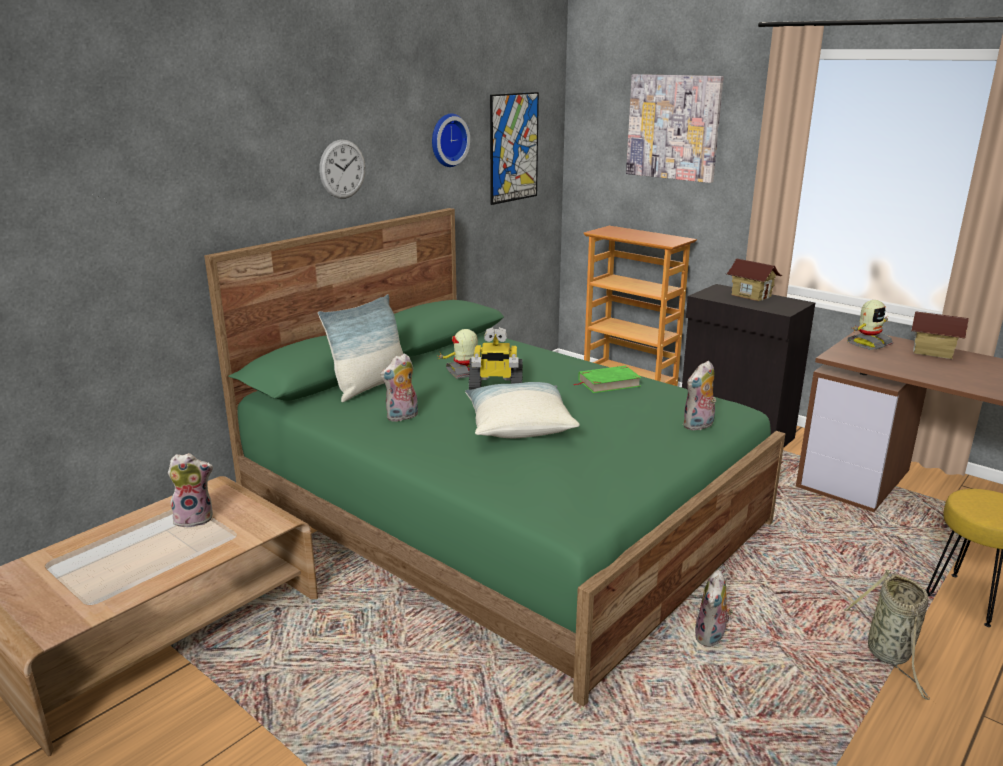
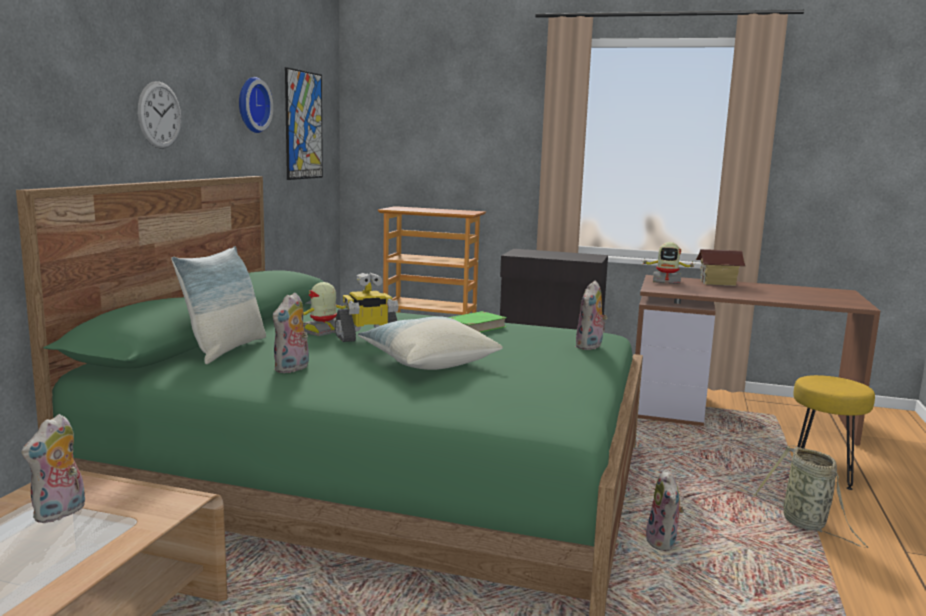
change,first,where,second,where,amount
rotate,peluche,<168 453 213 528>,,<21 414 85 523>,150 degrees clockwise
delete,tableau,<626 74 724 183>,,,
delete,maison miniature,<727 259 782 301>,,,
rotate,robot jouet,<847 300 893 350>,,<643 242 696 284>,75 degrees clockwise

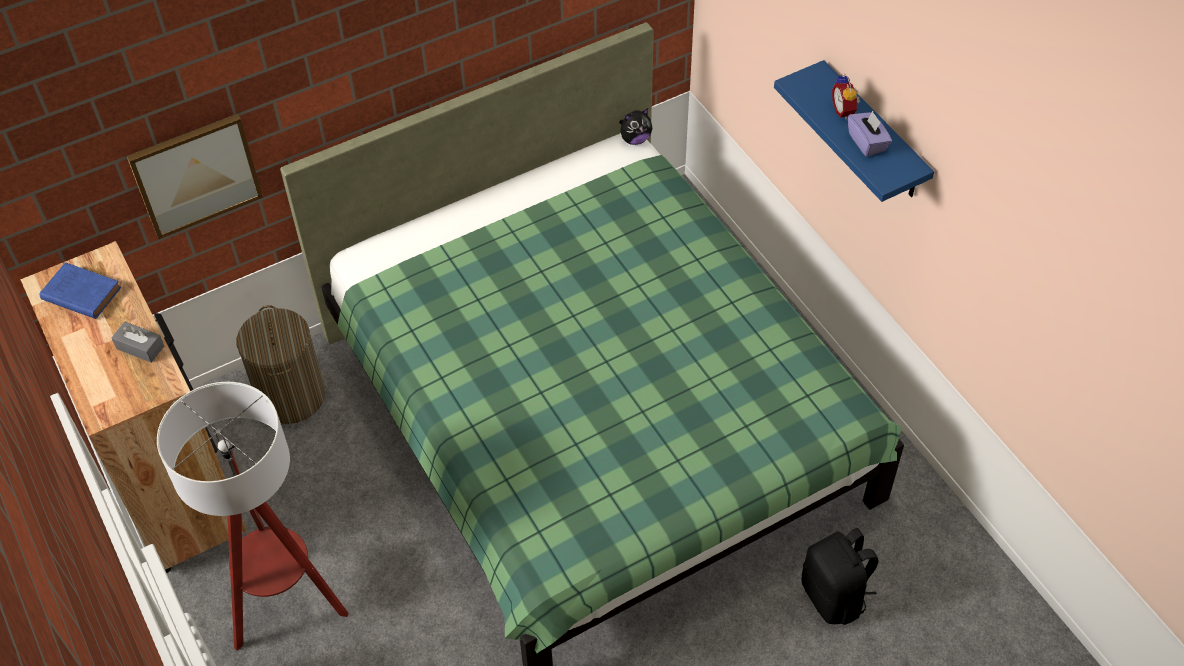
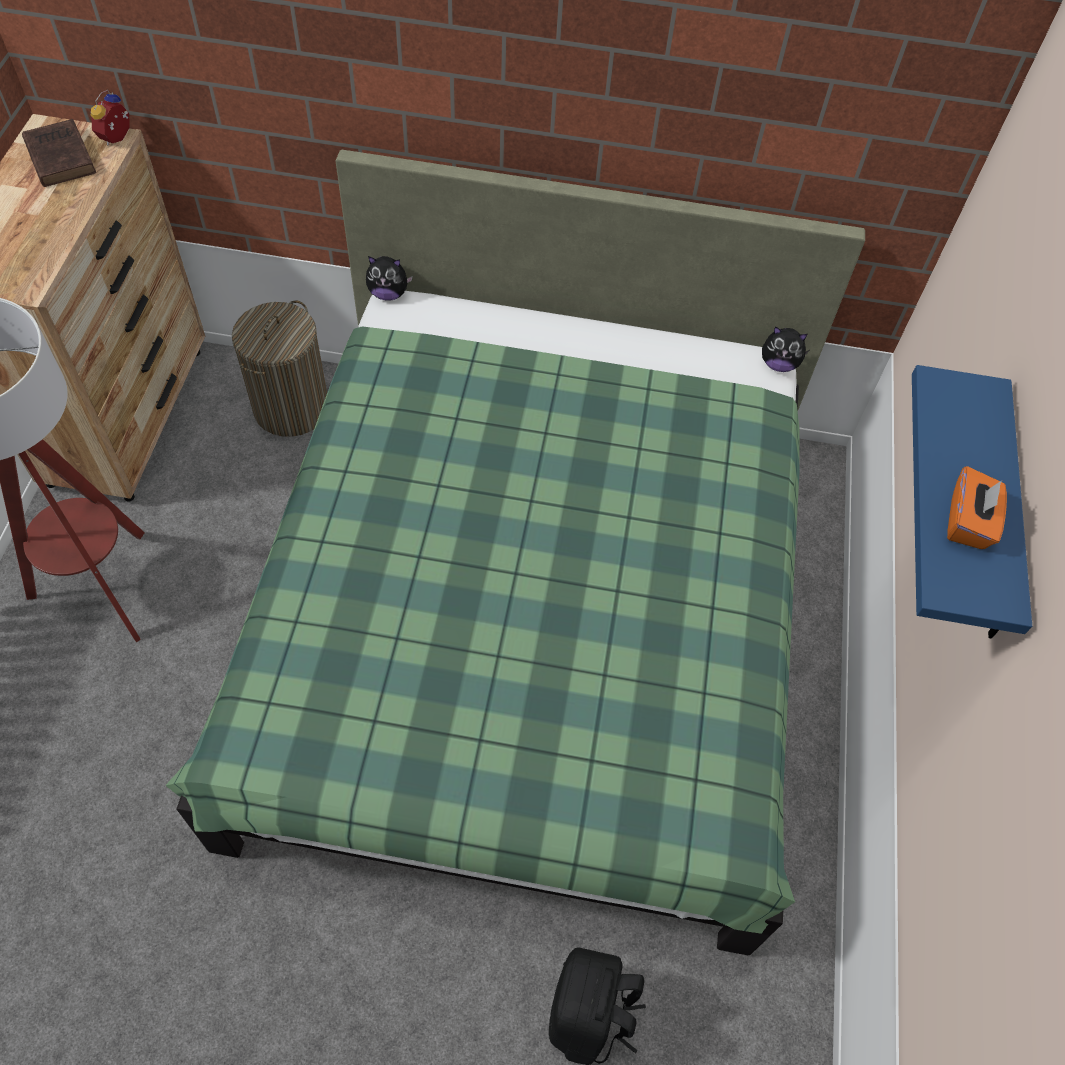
change,first,where,second,where,amount
recolor,livre (bleu),<40 262 121 319>,livre (marron),<22 119 96 187>,
delete,boîte à mouchoirs (gris),<112 322 164 363>,,,
delete,tableau,<127 114 263 239>,,,
move,réveil,<832 74 860 119>,,<91 90 130 145>,
recolor,boîte à mouchoirs (violet),<848 110 892 157>,boîte à mouchoirs (orange),<947 466 1007 549>,
insert,,,peluche,<366 256 413 301>,

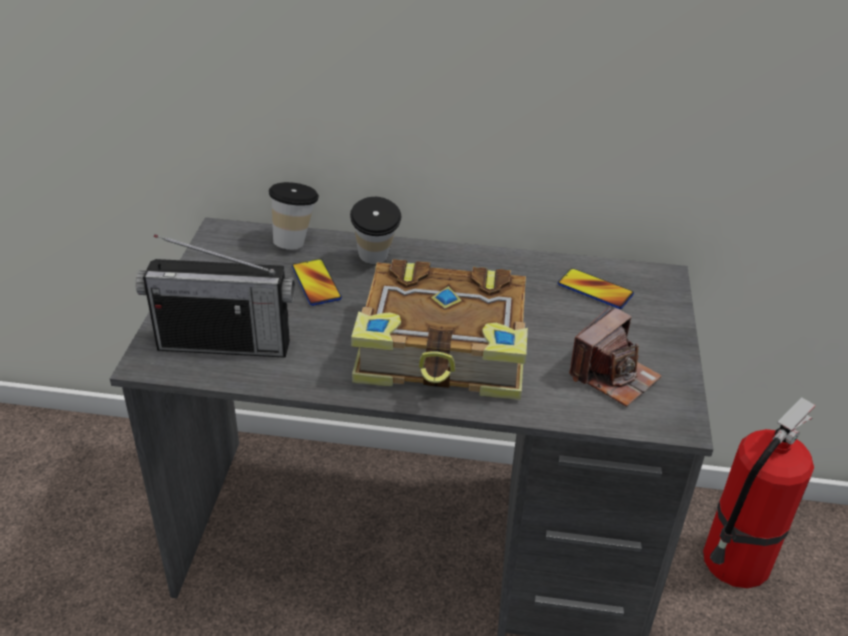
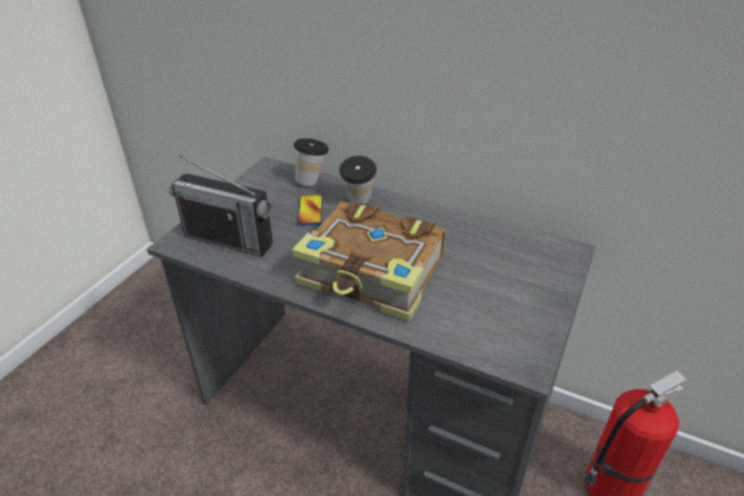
change,first,where,second,where,amount
delete,téléphone,<558 268 634 309>,,,
delete,appareil photo,<569 306 662 407>,,,

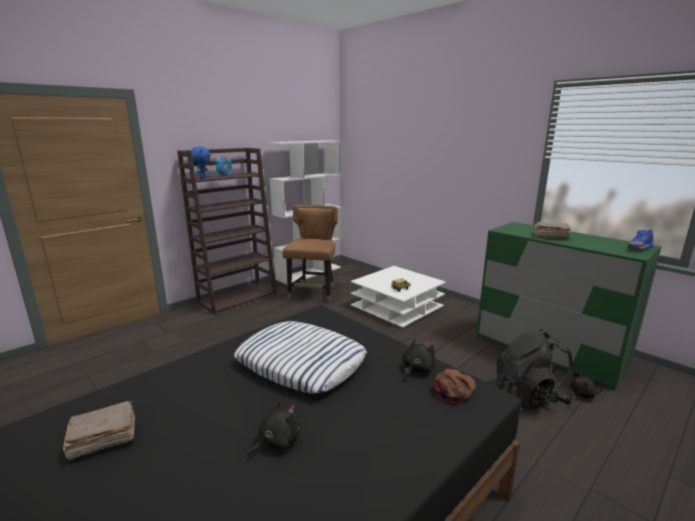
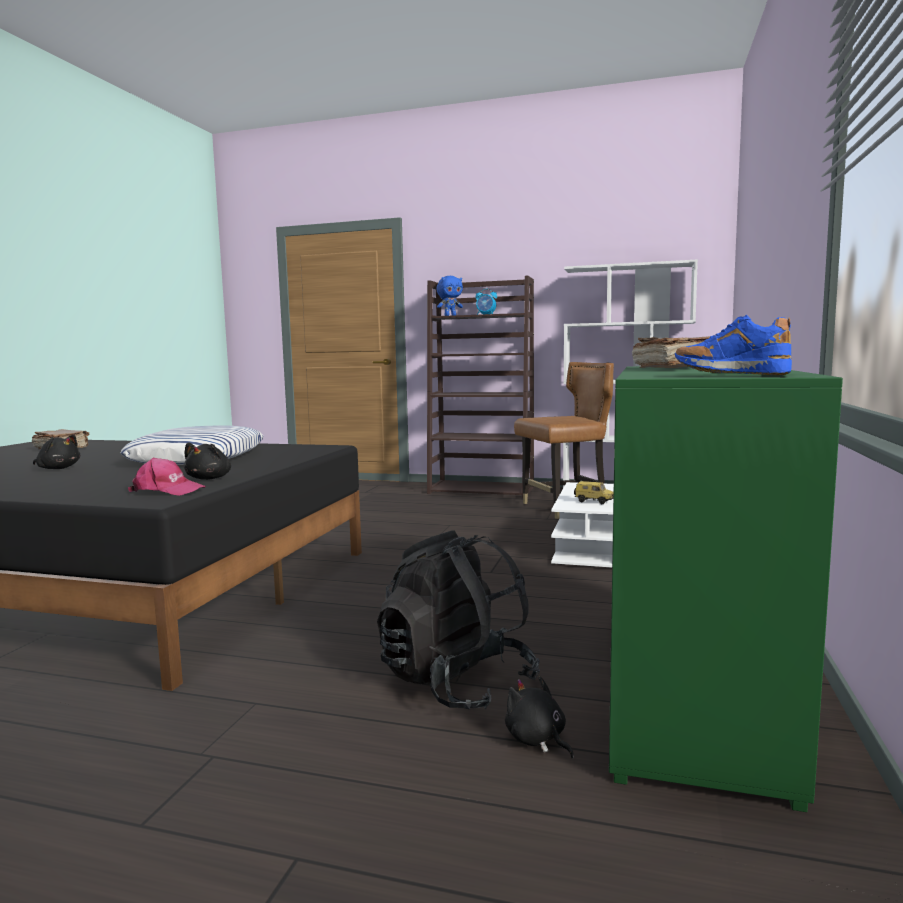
change,first,where,second,where,amount
rotate,peluche (noir),<402 338 435 379>,,<184 442 231 480>,90 degrees clockwise
recolor,casquette (marron),<434 369 476 405>,casquette (rose),<128 458 206 496>,

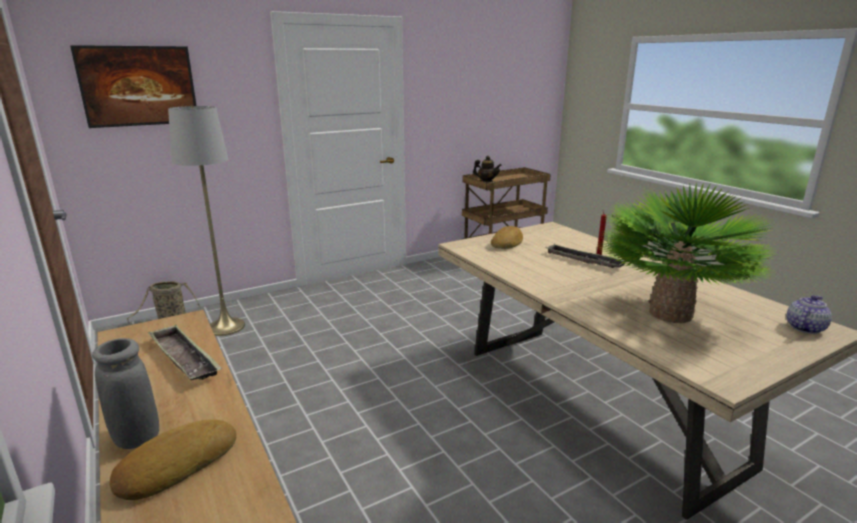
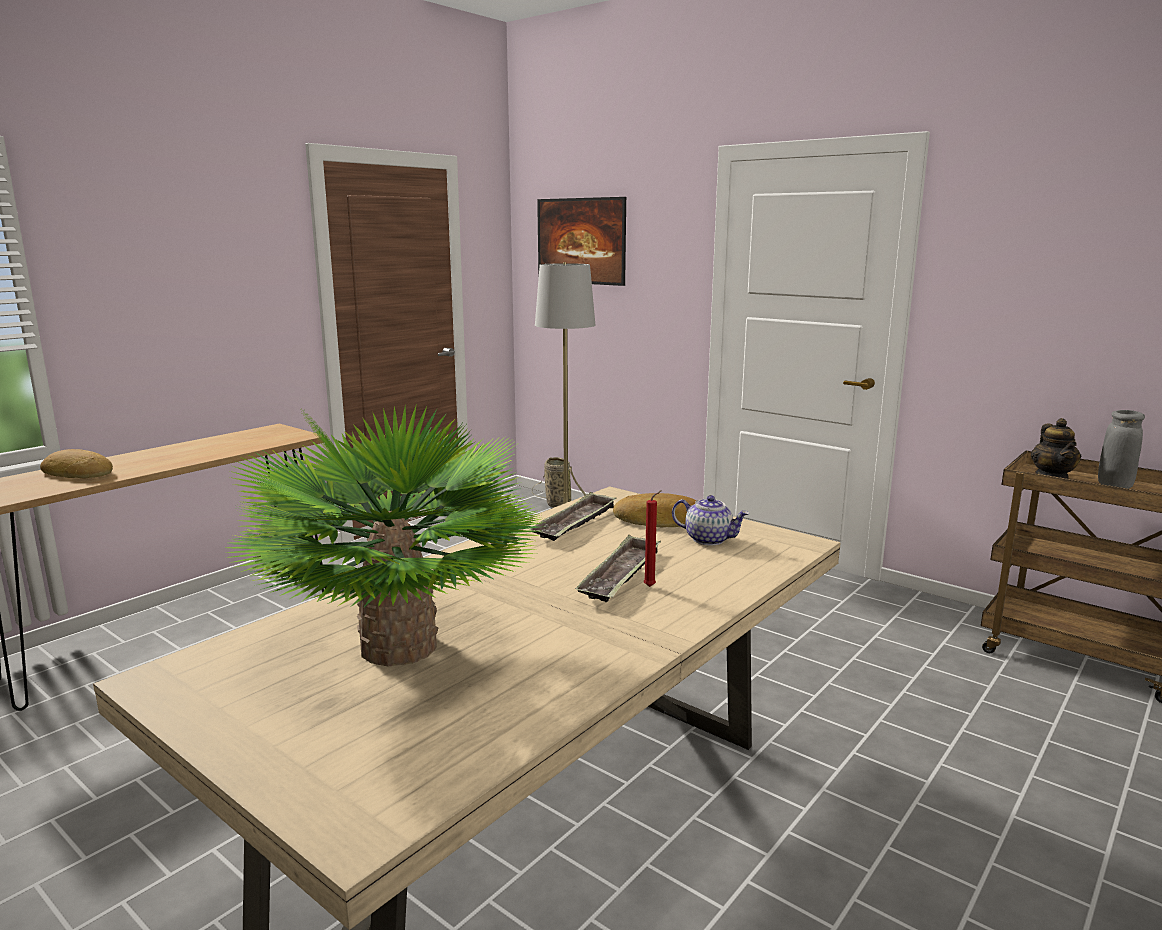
change,first,where,second,where,amount
move,vase (gris),<92 338 159 449>,,<1098 410 1145 489>,
move,plateau,<148 325 222 380>,,<530 492 617 541>,
move,théière,<787 295 832 334>,,<672 495 750 545>,

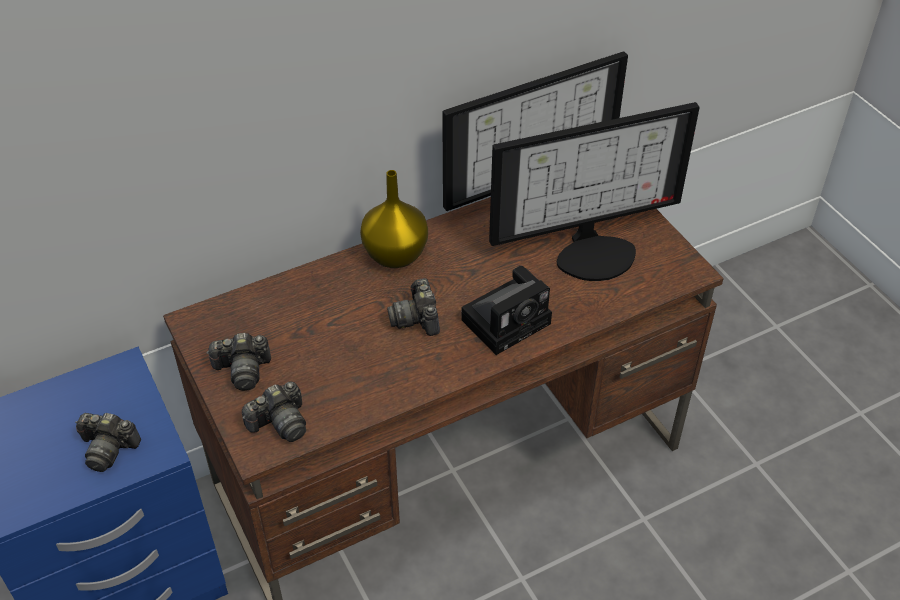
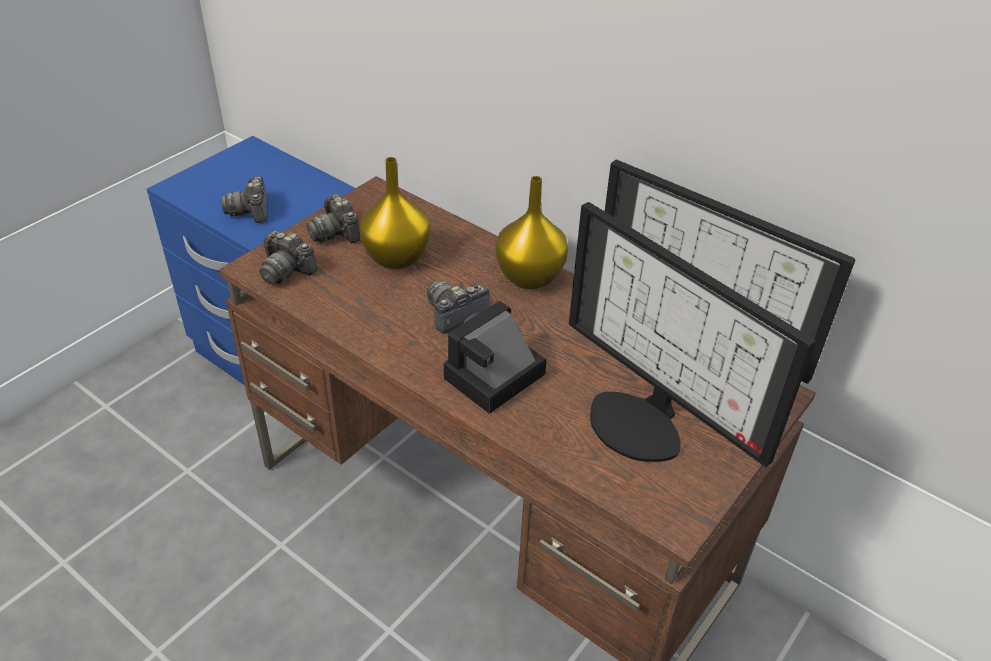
change,first,where,second,where,amount
rotate,appareil photo,<461 266 552 355>,,<444 301 547 414>,105 degrees clockwise
insert,,,vase (jaune),<359 157 430 269>,

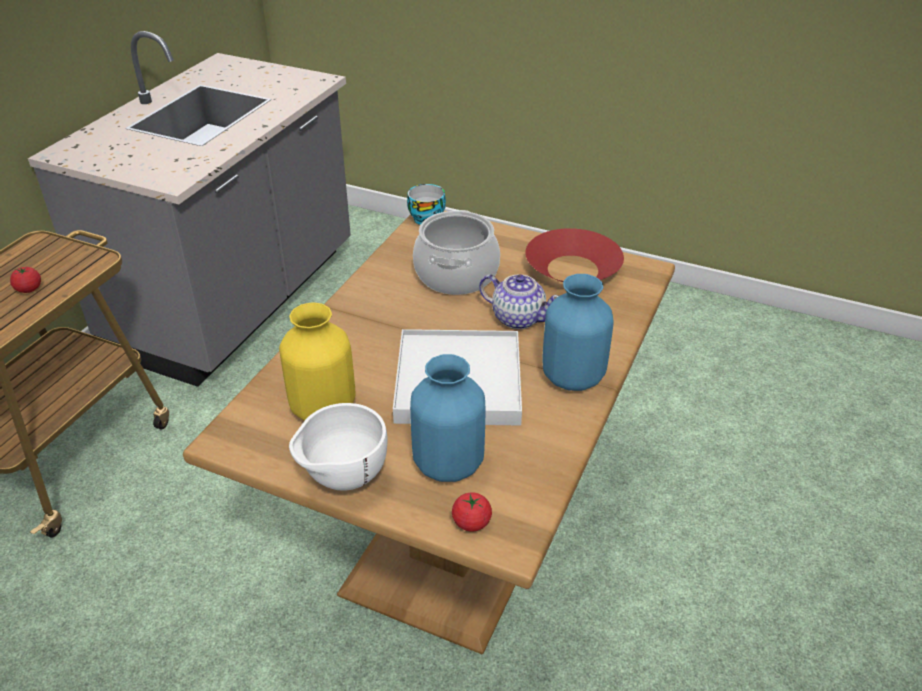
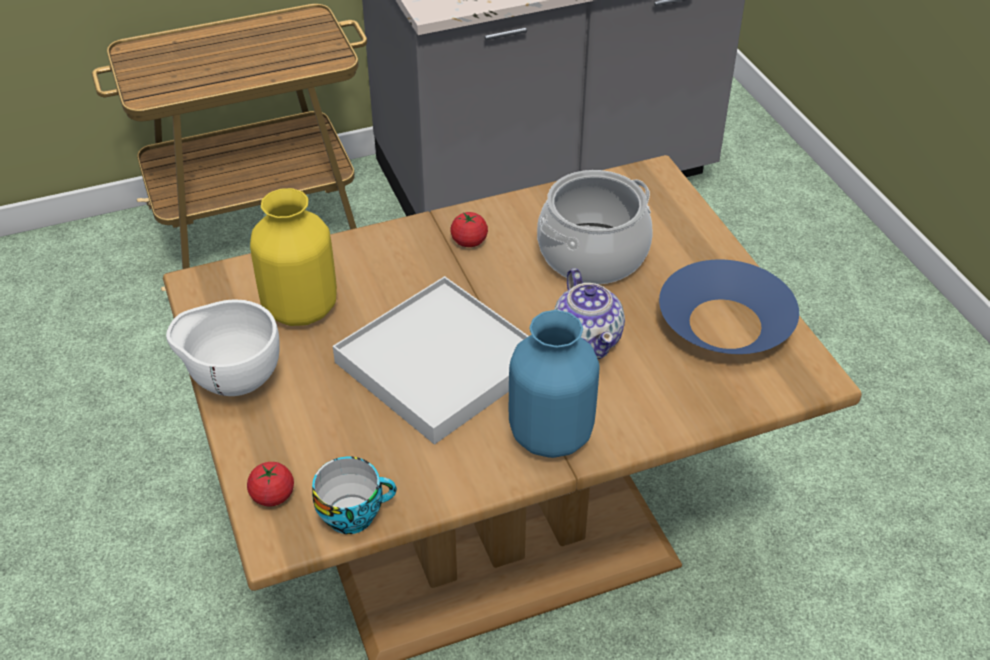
change,first,where,second,where,amount
move,tomate,<10 267 41 293>,,<450 212 488 247>,
move,tasse,<407 184 446 225>,,<312 457 397 534>,
delete,vase (bleu),<410 354 485 482>,,,
recolor,bol (rouge),<525 228 624 282>,bol (bleu),<659 259 799 354>,

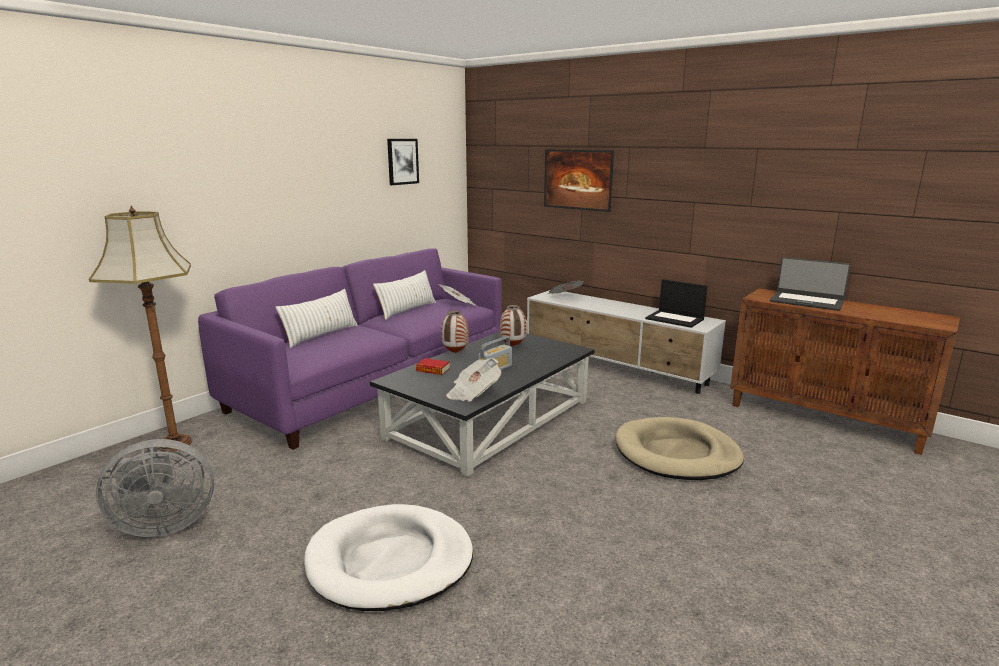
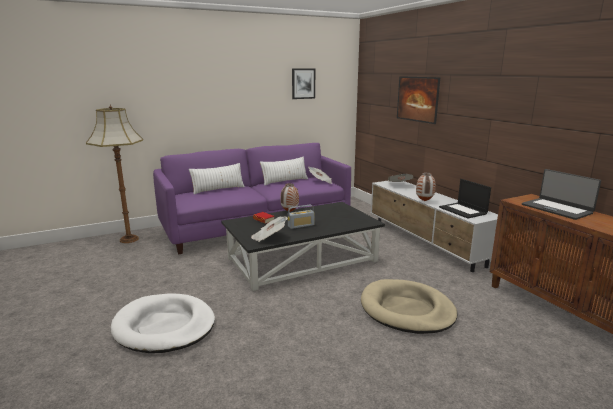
change,first,where,second,where,amount
delete,ventilateur (gris),<96 439 214 537>,,,
move,vase,<500 305 527 346>,,<416 172 436 201>,

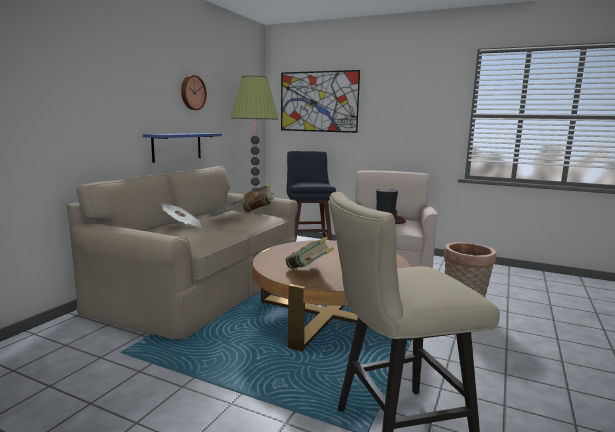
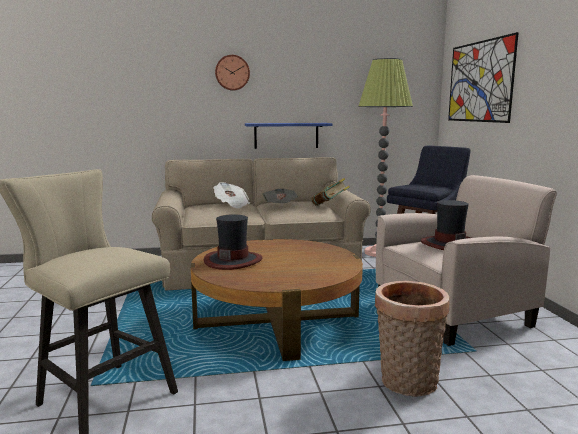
change,first,where,second,where,amount
move,horloge murale,<181 75 207 110>,,<215 55 250 91>,
replace,livre,<286 237 334 269>,chapeau,<204 215 262 270>,

